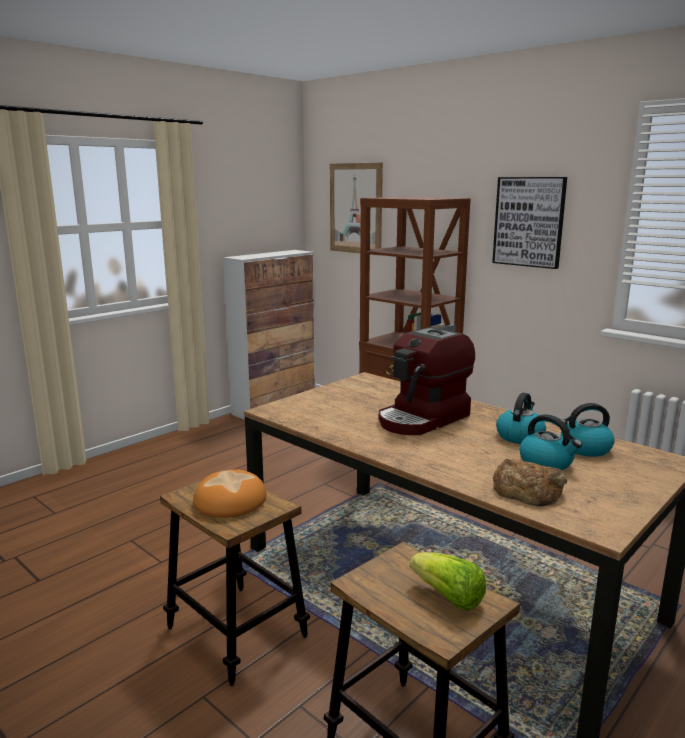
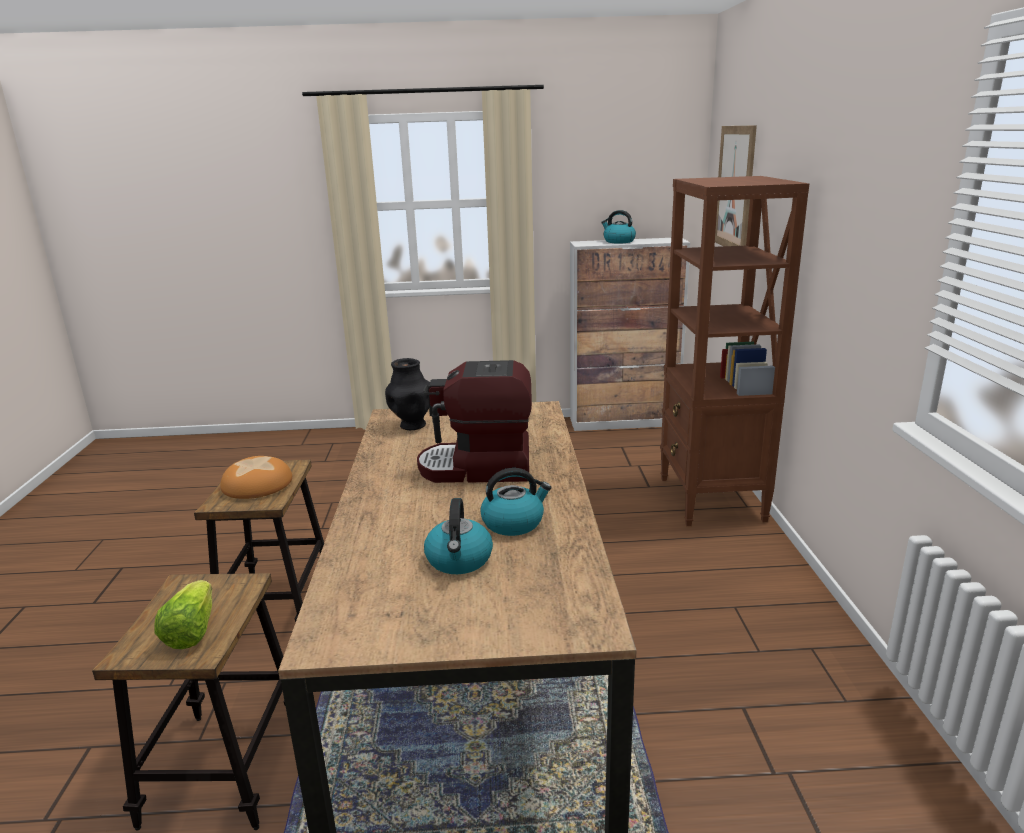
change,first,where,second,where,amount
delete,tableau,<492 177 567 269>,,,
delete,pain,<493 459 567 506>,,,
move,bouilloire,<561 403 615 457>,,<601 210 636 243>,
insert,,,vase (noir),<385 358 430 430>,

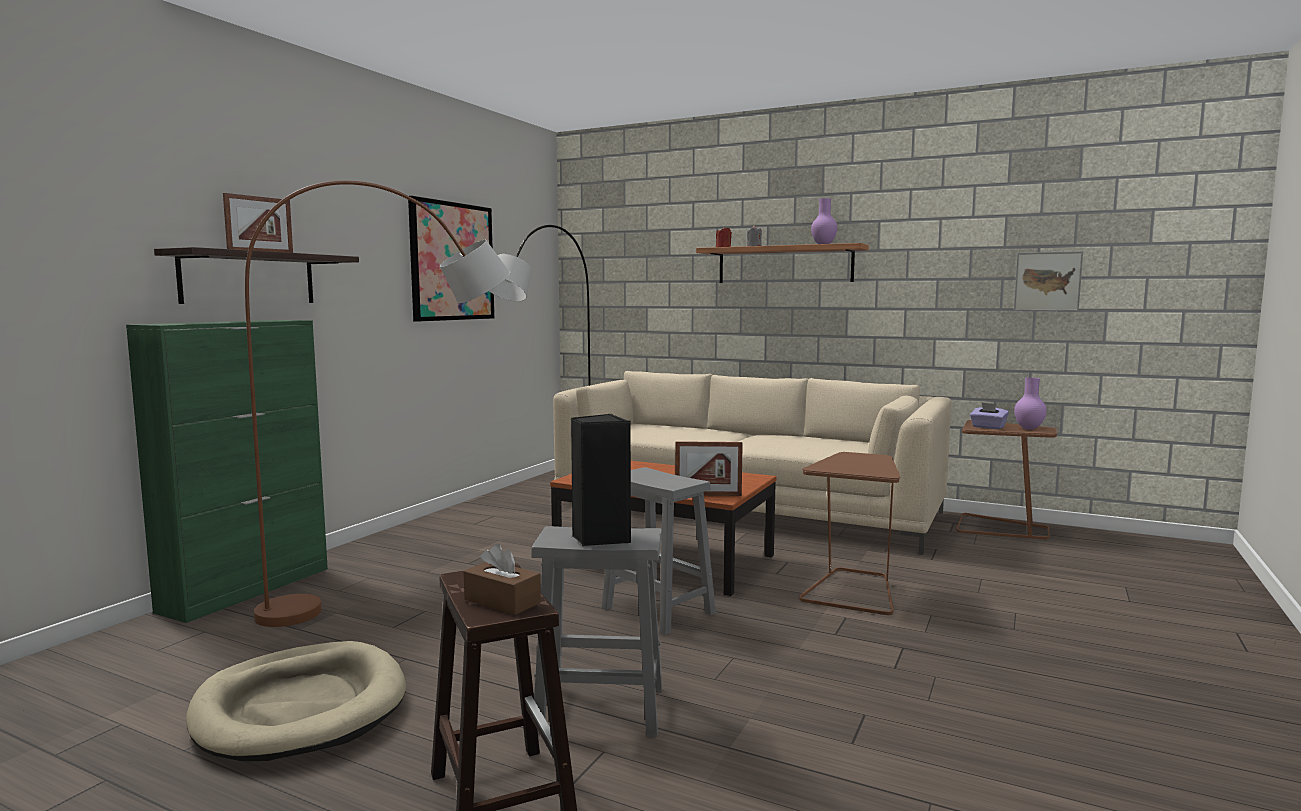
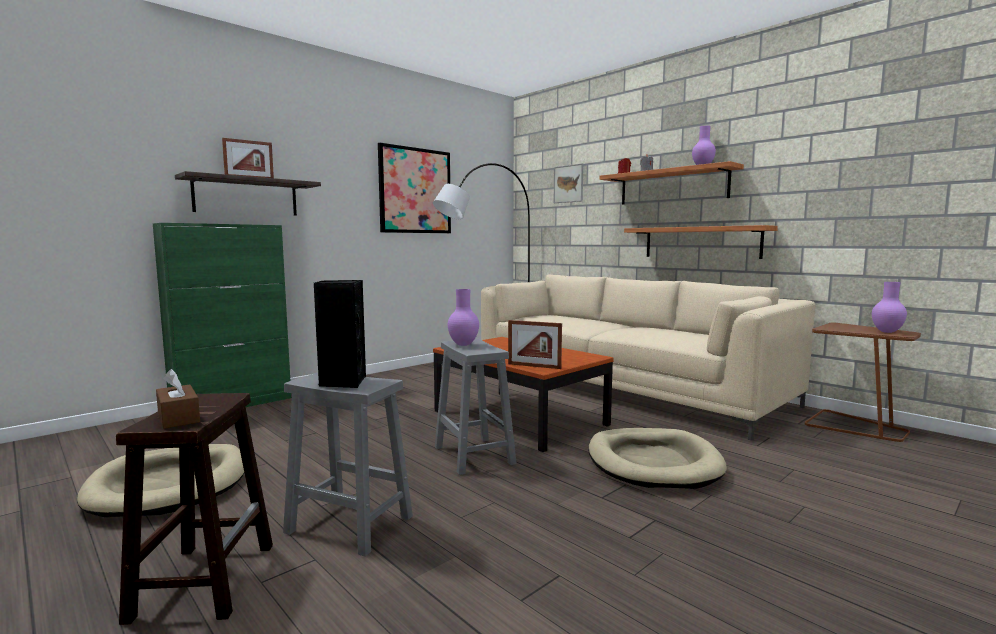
change,first,where,second,where,amount
delete,lampadaire (marron),<245 180 511 627>,,,
replace,table d'appoint (marron),<799 452 900 615>,panier pour chien (beige),<589 428 727 489>,
delete,boîte à mouchoirs (violet),<970 402 1009 429>,,,
move,tableau,<1014 251 1083 311>,,<554 163 583 203>,
insert,,,vase (violet),<448 289 479 346>,
insert,,,étagère,<624 225 778 259>,

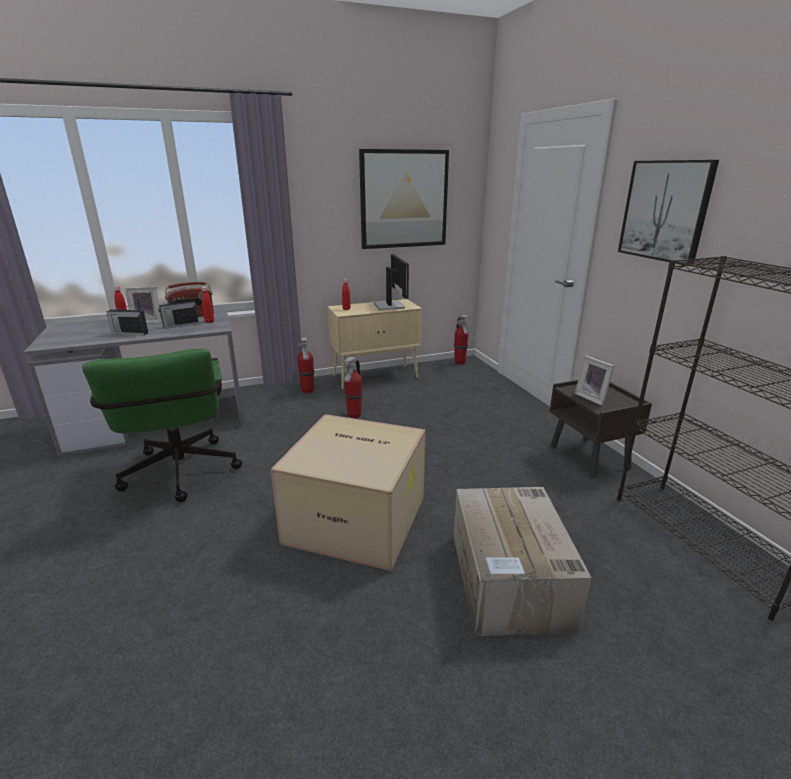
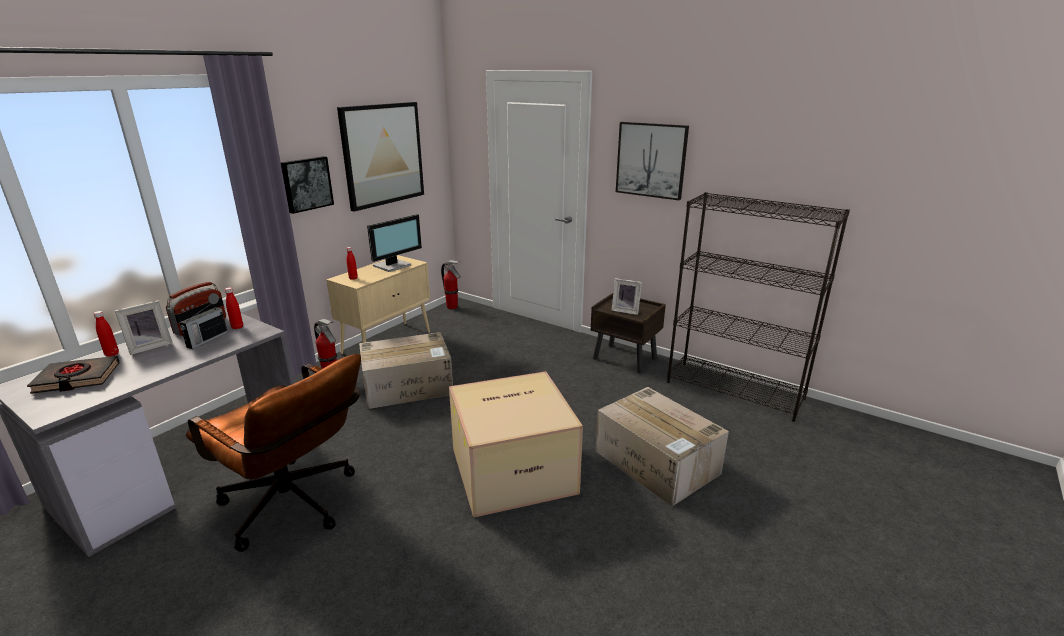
change,first,where,second,where,amount
recolor,chaise de bureau (vert),<82 349 242 502>,chaise de bureau (marron),<186 354 361 552>,
delete,radio,<106 305 148 335>,,,
replace,extincteur,<343 357 363 418>,carton,<359 332 453 409>,
rotate,écran d'ordinateur,<374 254 409 310>,,<367 214 422 272>,90 degrees clockwise
insert,,,livre (noir),<27 356 120 394>,
insert,,,tableau,<281 156 334 214>,

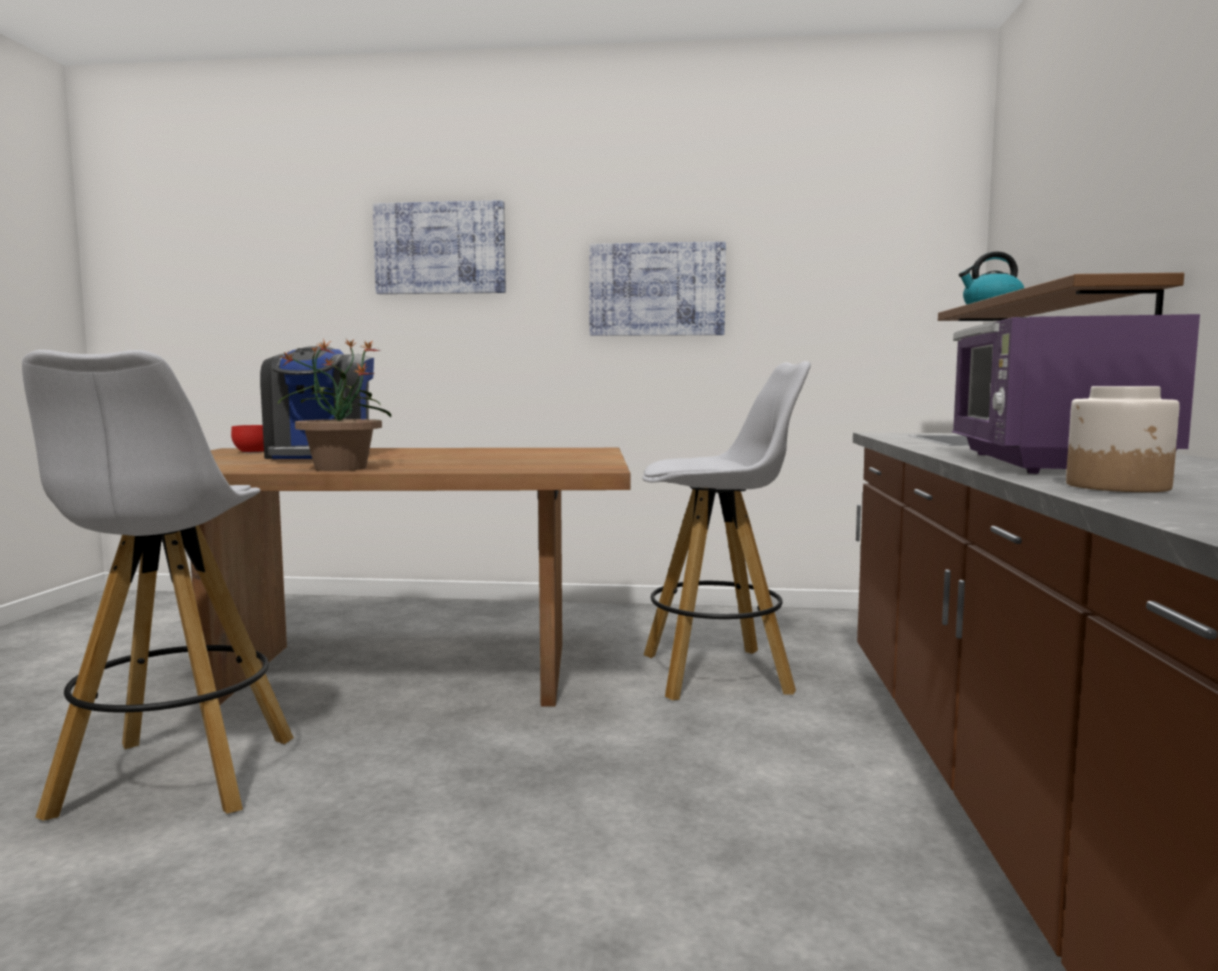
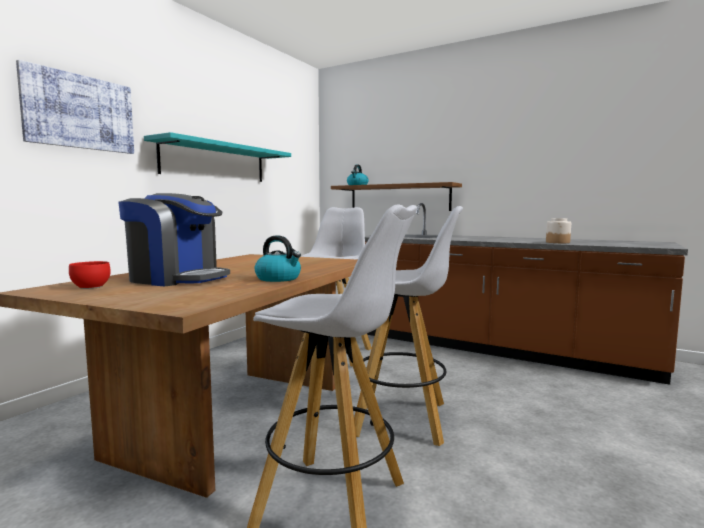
change,first,where,second,where,amount
replace,plante en pot,<277 338 391 471>,bouilloire,<255 235 301 282>,
replace,tableau,<589 242 726 336>,étagère (turquoise),<144 132 291 182>,
delete,micro-ondes (violet),<952 314 1200 474>,,,
insert,,,tabouret (blanc),<354 206 463 446>,

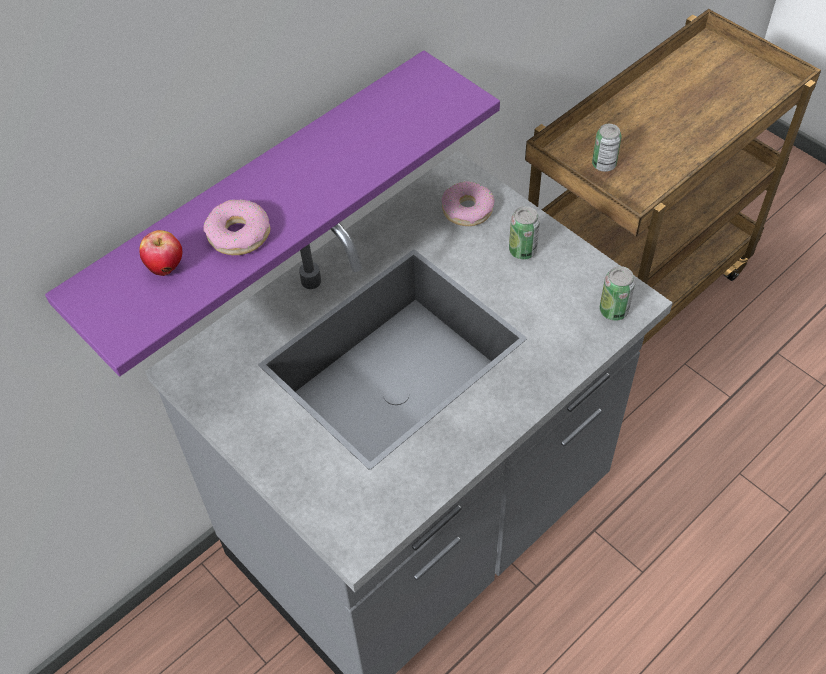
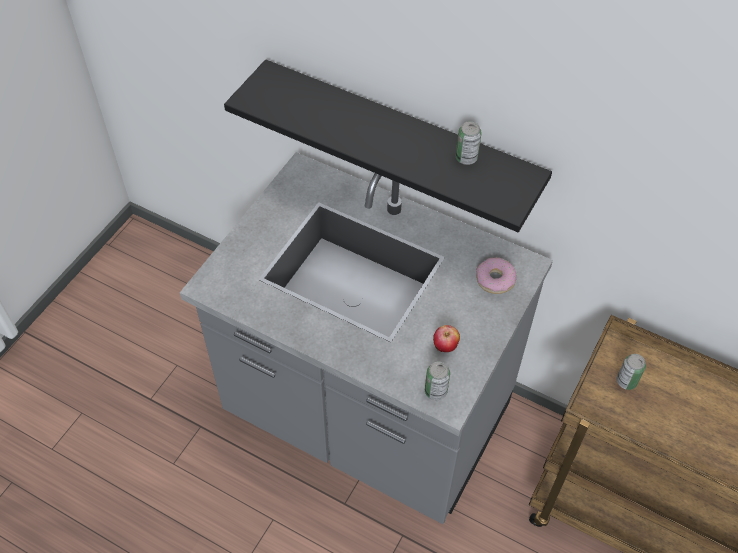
change,first,where,second,where,amount
recolor,étagère (violet),<45 50 500 376>,étagère (noir),<224 60 552 232>,
move,pomme,<139 230 182 276>,,<433 325 460 352>,
delete,beignet,<203 199 270 255>,,,
move,boîte métallique,<509 206 540 260>,,<456 121 481 165>,

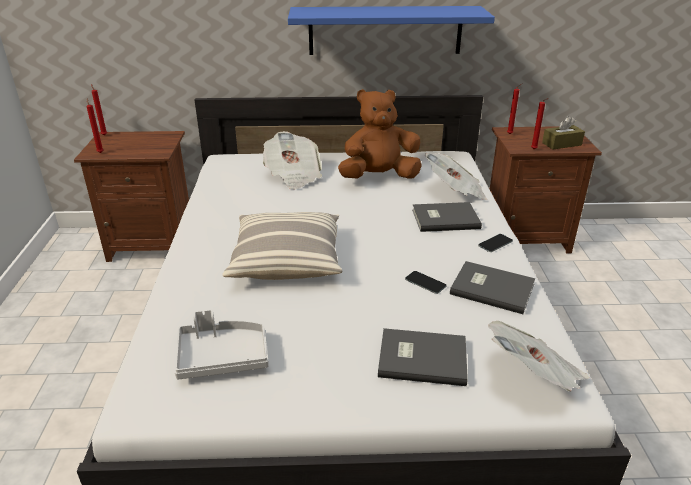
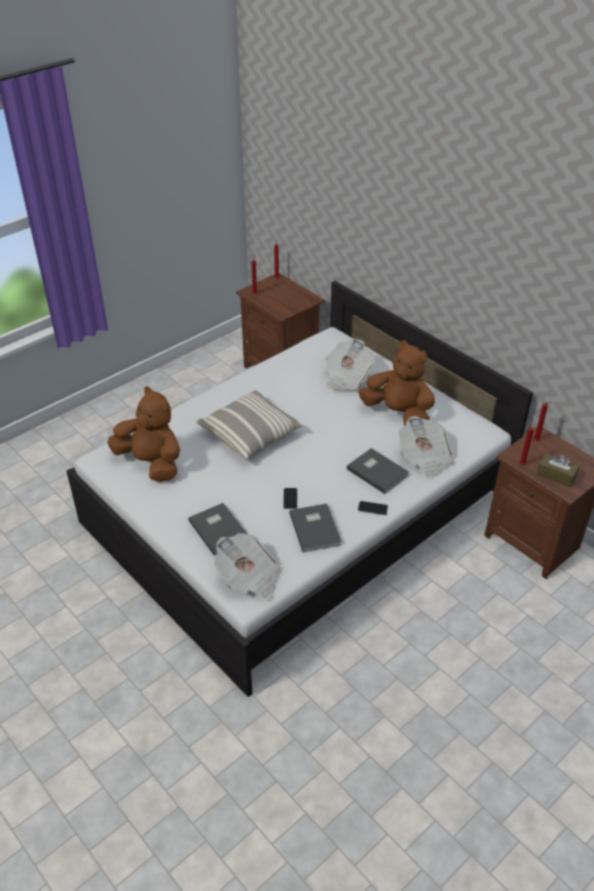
change,first,where,second,where,amount
replace,plateau (gris),<175 309 269 379>,peluche (marron),<108 386 180 482>,
delete,étagère (bleu),<288 6 495 55>,,,

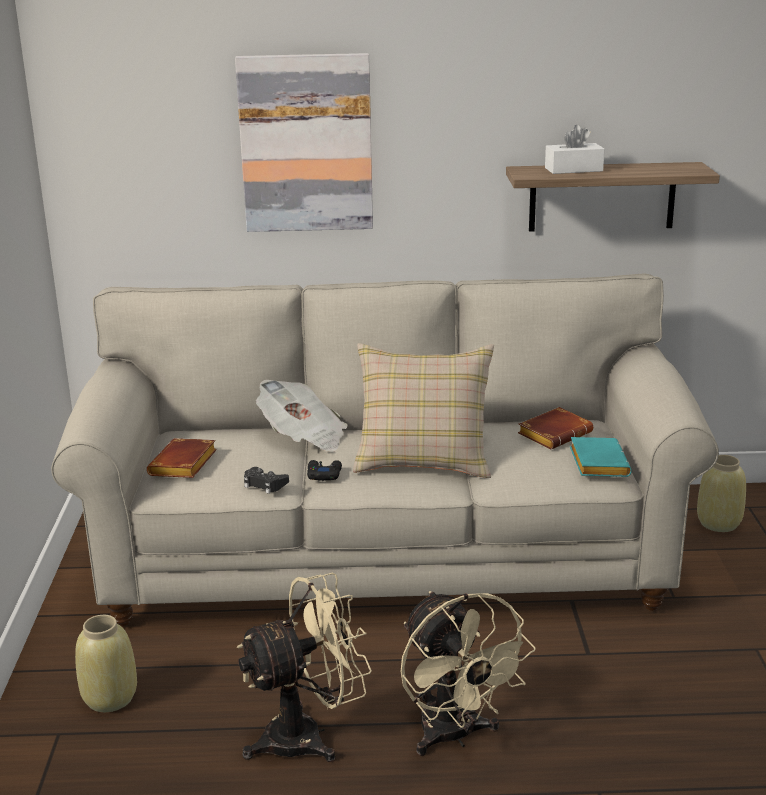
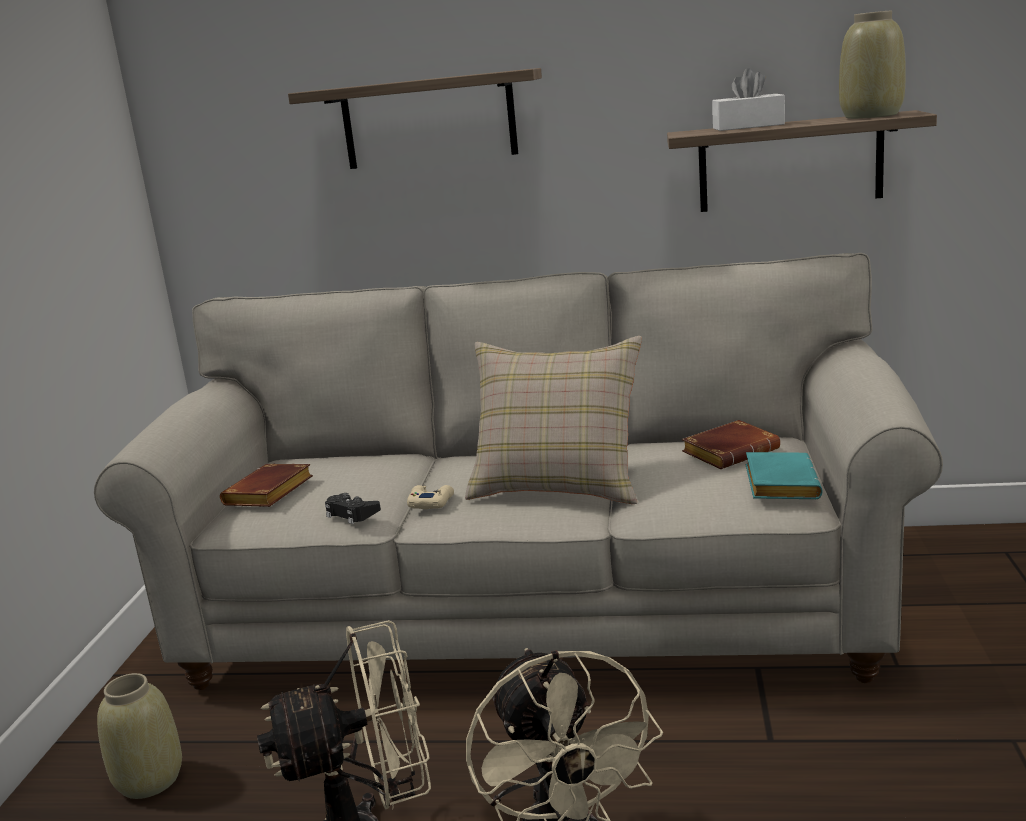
change,first,where,second,where,amount
replace,tableau,<235 53 373 232>,étagère,<288 68 542 169>,
delete,journal,<256 380 347 452>,,,
recolor,manette (noir),<307 460 342 481>,manette (beige),<407 485 454 509>,
move,vase (beige),<697 455 746 532>,,<839 10 906 119>,

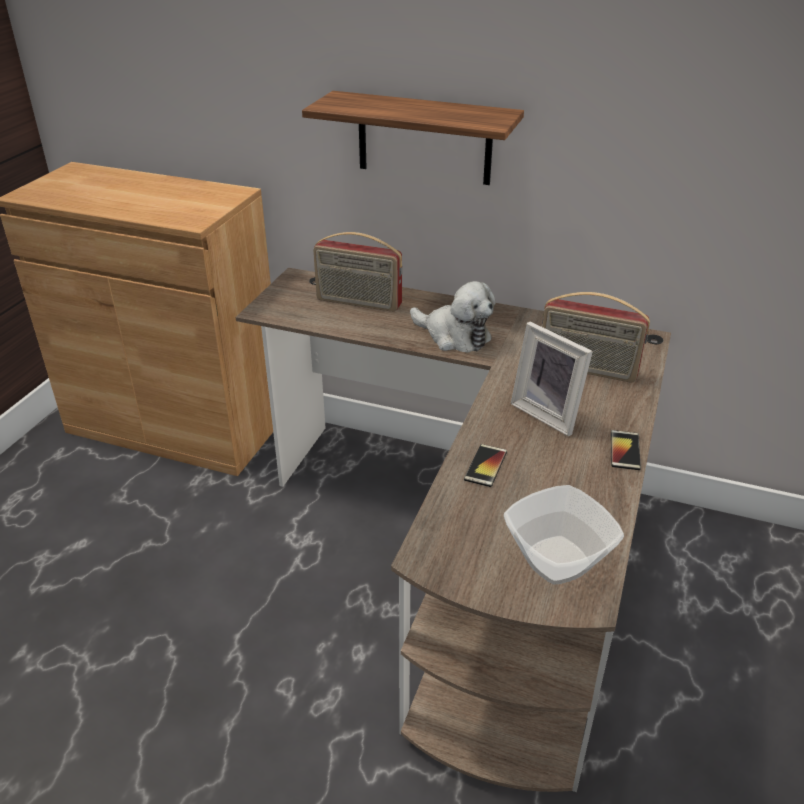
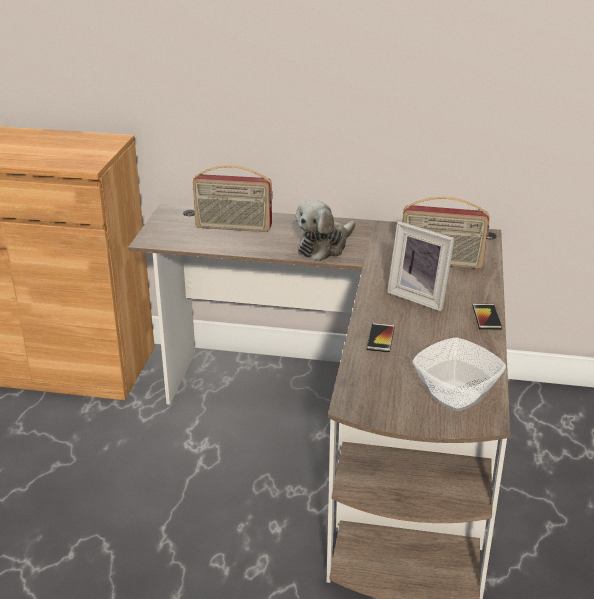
change,first,where,second,where,amount
delete,étagère,<302 91 524 185>,,,
rotate,peluche,<410 281 496 353>,,<295 200 356 261>,105 degrees clockwise

